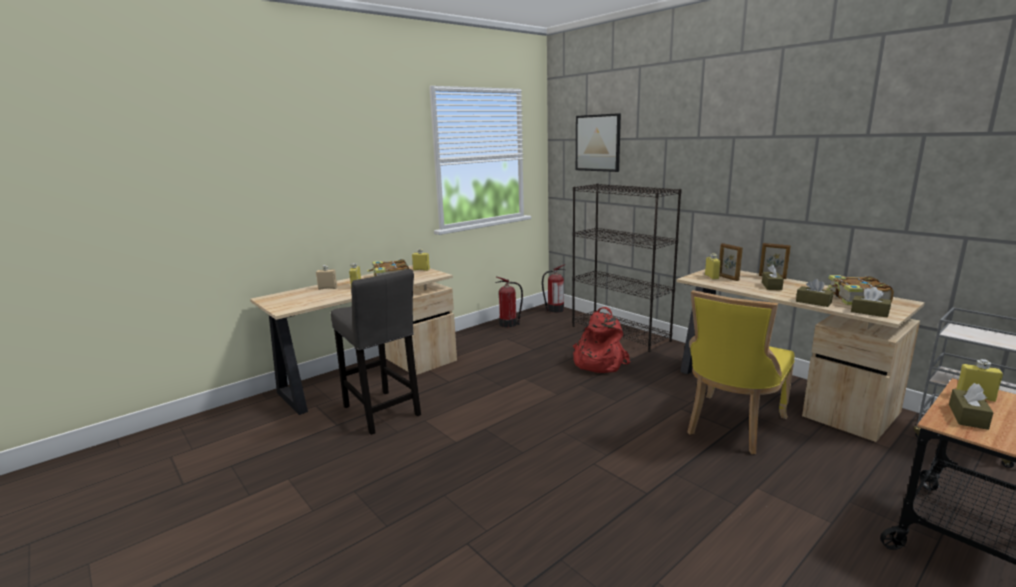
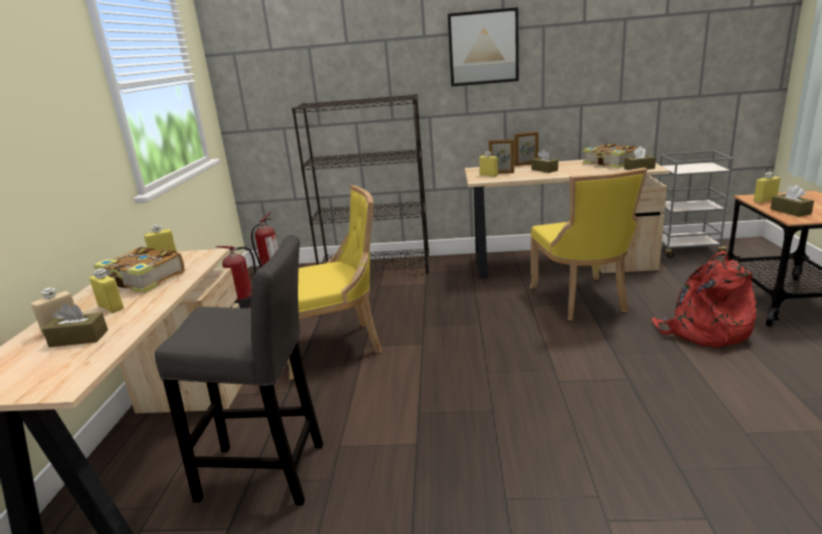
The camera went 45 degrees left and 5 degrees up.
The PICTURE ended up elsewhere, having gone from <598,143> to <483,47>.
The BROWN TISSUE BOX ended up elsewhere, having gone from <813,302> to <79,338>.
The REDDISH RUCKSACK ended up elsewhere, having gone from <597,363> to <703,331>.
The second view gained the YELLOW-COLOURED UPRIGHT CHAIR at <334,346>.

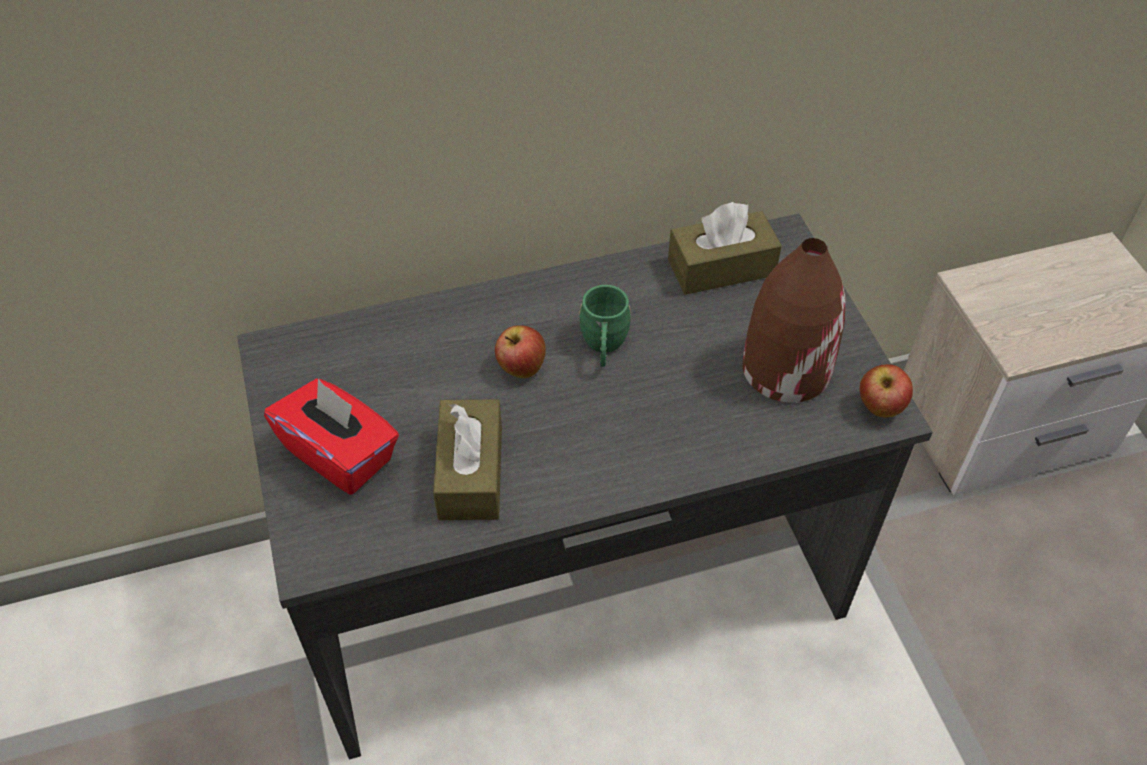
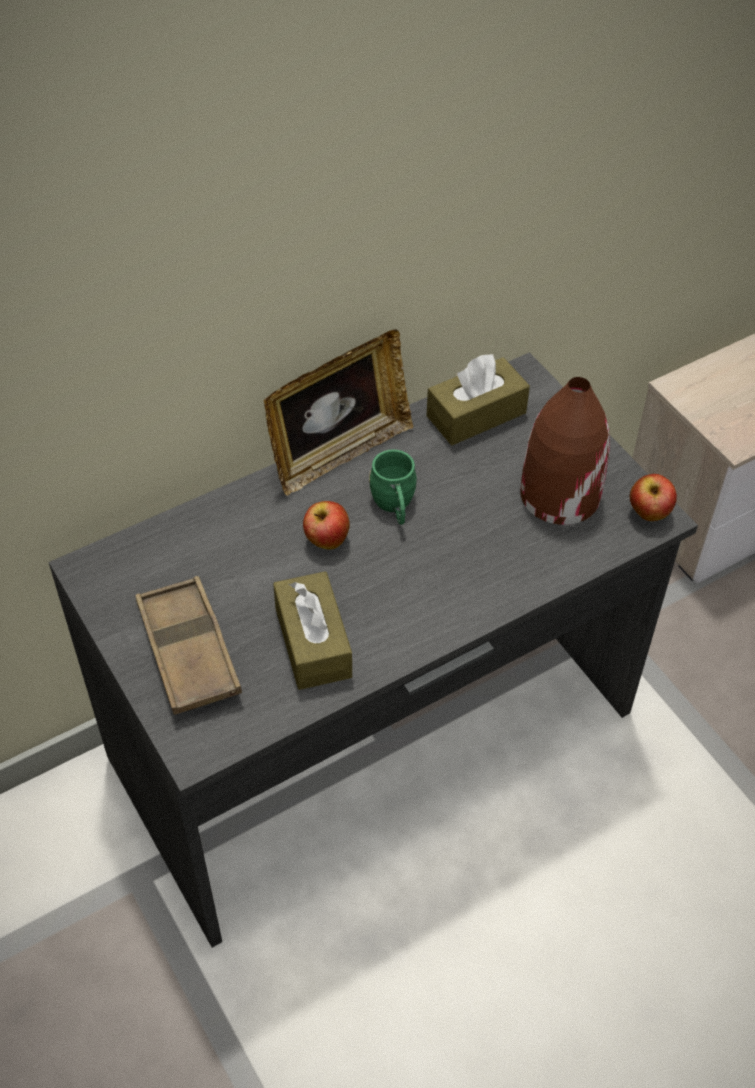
The camera went 15 degrees left and 0 degrees up.
Where the REDDISH TISSUE BOX stood at <340,454>, the BROWN TRAY came to stand at <188,651>.
The second view gained the STANDING FRAME at <339,452>.

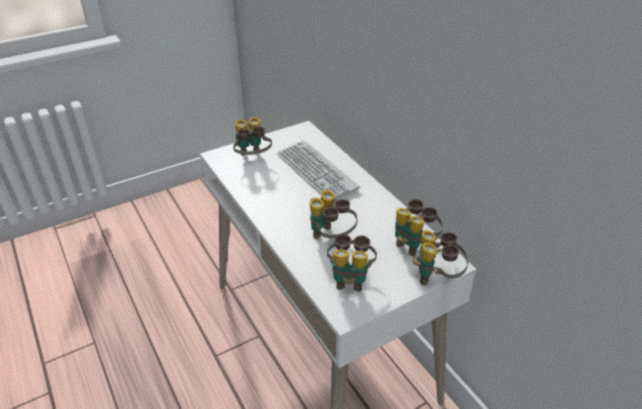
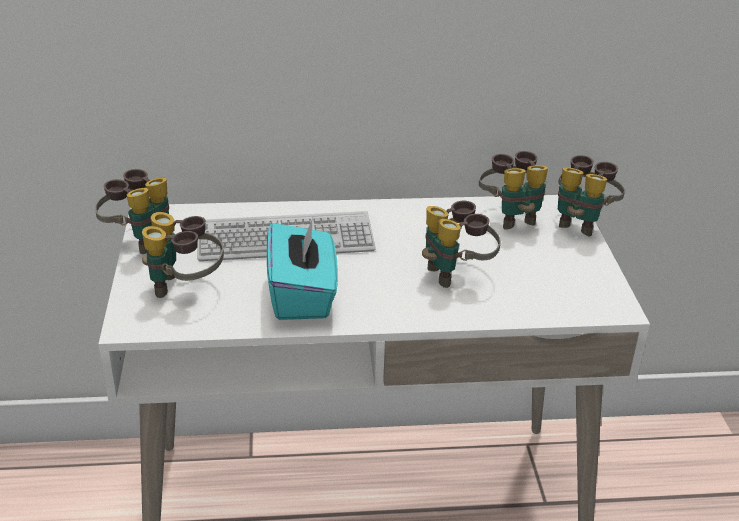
The camera went 65 degrees left and 5 degrees down.
The PAIR OF BINOCULARS ended up elsewhere, having gone from <350,279> to <140,239>.
The second view gained the TURQUOISE-COLOURED TISSUE BOX at <302,295>.

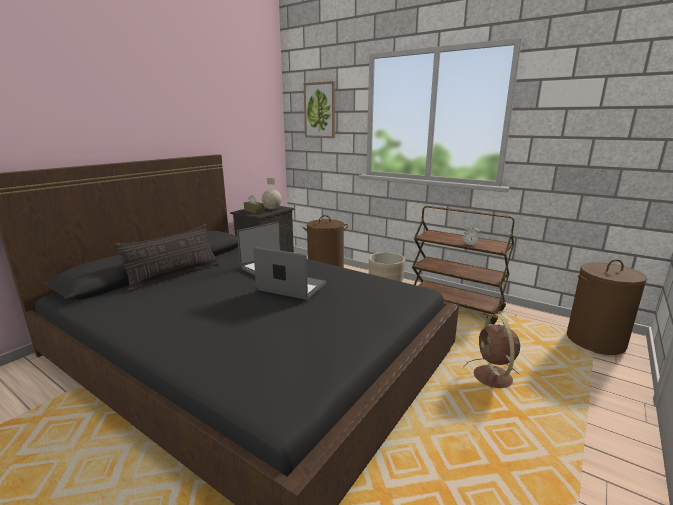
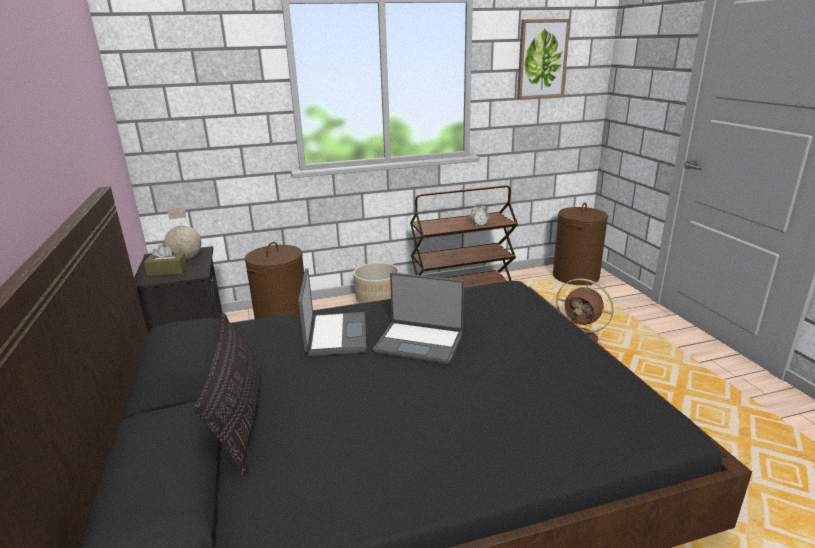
The camera went 50 degrees left and 5 degrees up.
The PICTURE ended up elsewhere, having gone from <320,110> to <542,59>.
The PORTABLE COMPUTER at <291,288> ended up facing another way, 135 degrees counterclockwise from before.

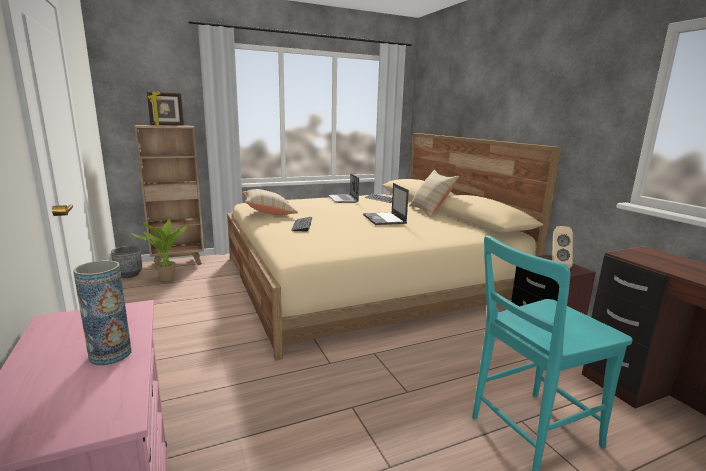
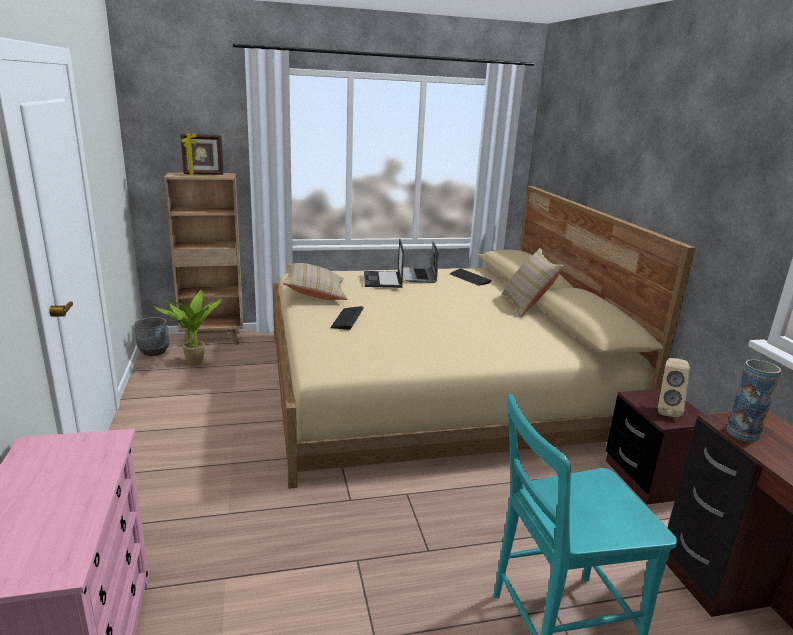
The camera went 10 degrees right and 5 degrees up.
The PORTABLE COMPUTER ended up elsewhere, having gone from <384,219> to <382,280>.
The VASE ended up elsewhere, having gone from <110,354> to <742,433>.

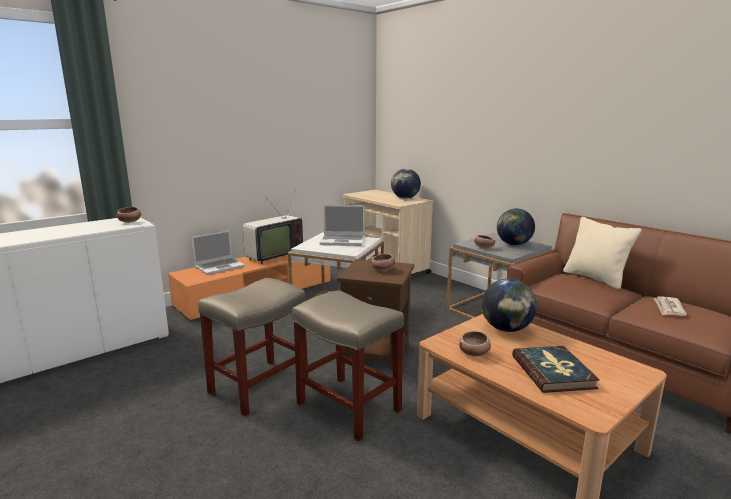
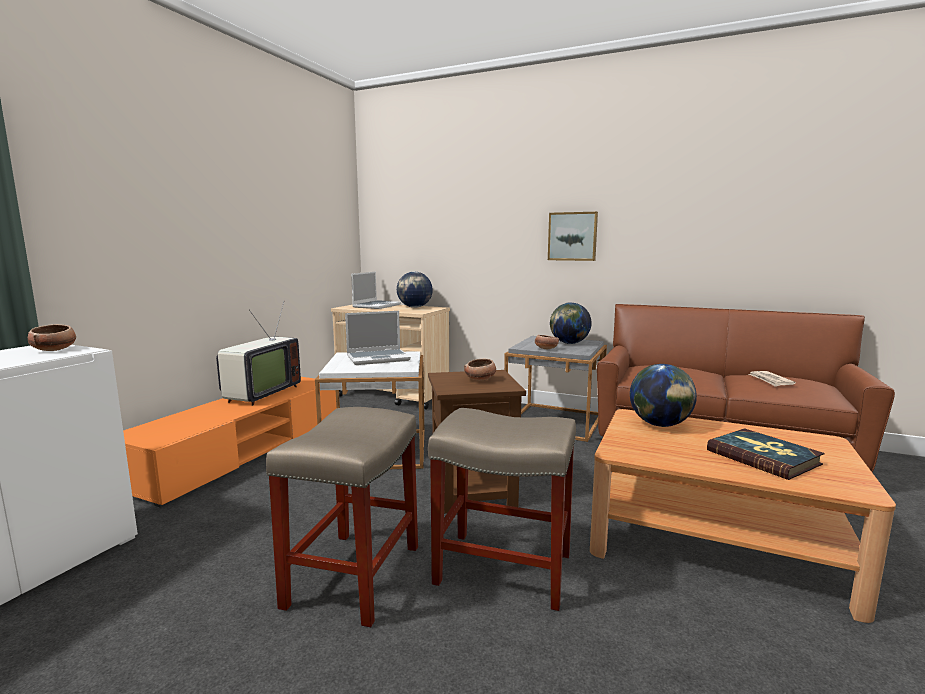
The camera went 25 degrees left and 5 degrees down.
The second view lost the SAND-COLOURED THROW PILLOW at <595,278>.
The PORTABLE COMPUTER ended up elsewhere, having gone from <220,267> to <376,306>.
The second view lost the BOWL at <474,353>.
The second view gained the PICTURE at <572,236>.

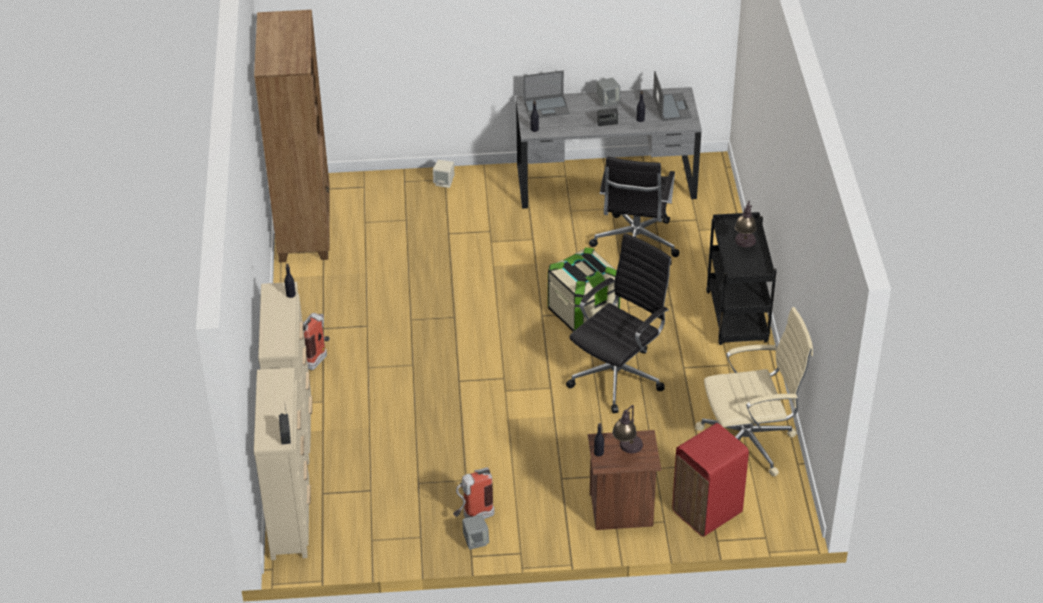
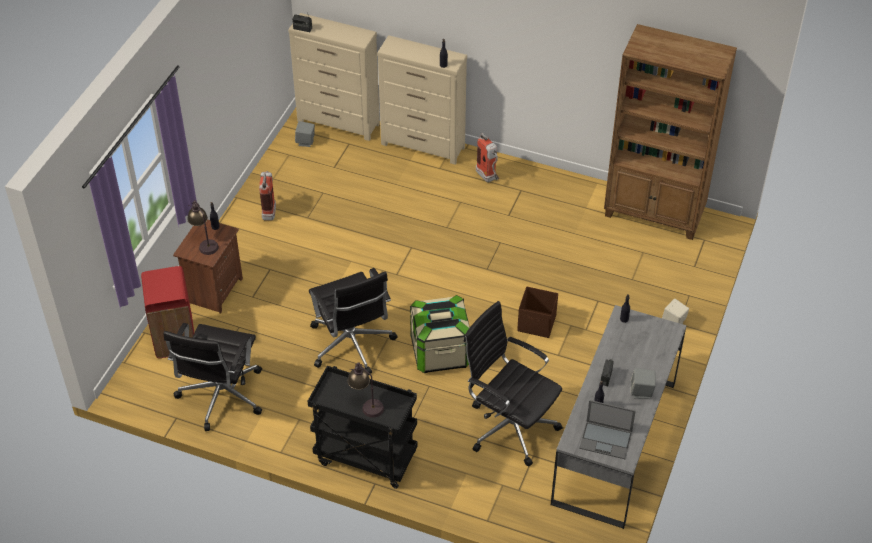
The camera went 115 degrees right and 5 degrees up.
The second view lost the PORTABLE COMPUTER at <547,107>.
What was the SAND-COLOURED DESK CHAIR at <749,442> turned into the BLACKISH DESK CHAIR at <220,397>.
The GREY SPEAKER ended up elsewhere, having gone from <476,541> to <305,142>.
The second view gained the BROWN STORAGE CONTAINER at <537,324>.

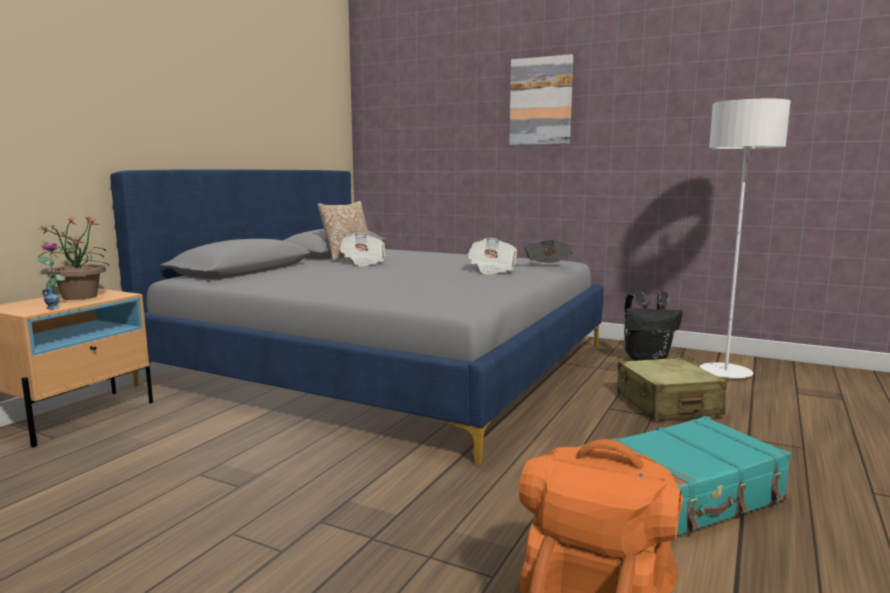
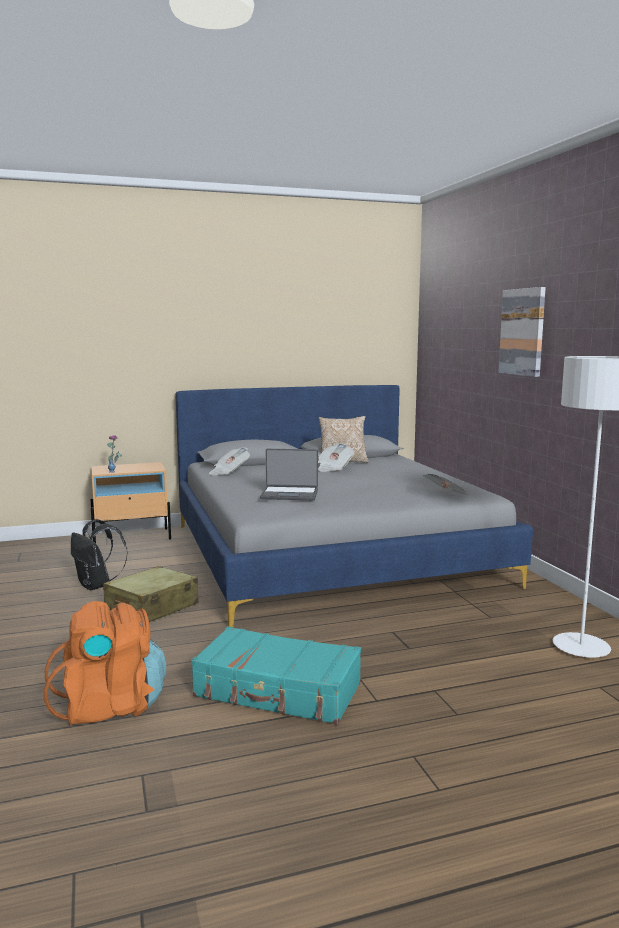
The camera went 45 degrees right and 0 degrees up.
The second view lost the PLANT IN A POT at <79,296>.
The PRINTED PAPER ended up elsewhere, having gone from <491,270> to <229,472>.
The BLACKISH RUCKSACK ended up elsewhere, having gone from <647,359> to <97,585>.
The SAND-COLOURED PIECE OF LUGGAGE ended up elsewhere, having gone from <667,404> to <151,608>.
The second view gained the PORTABLE COMPUTER at <289,494>.

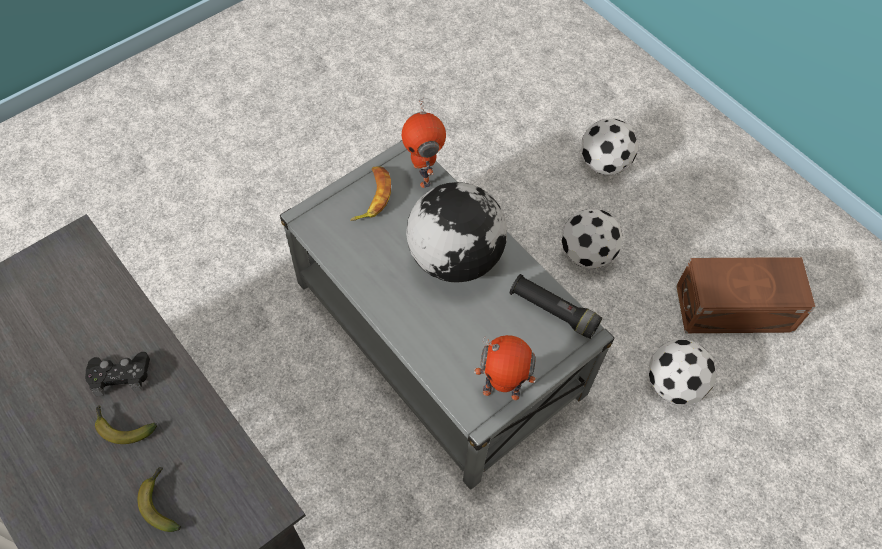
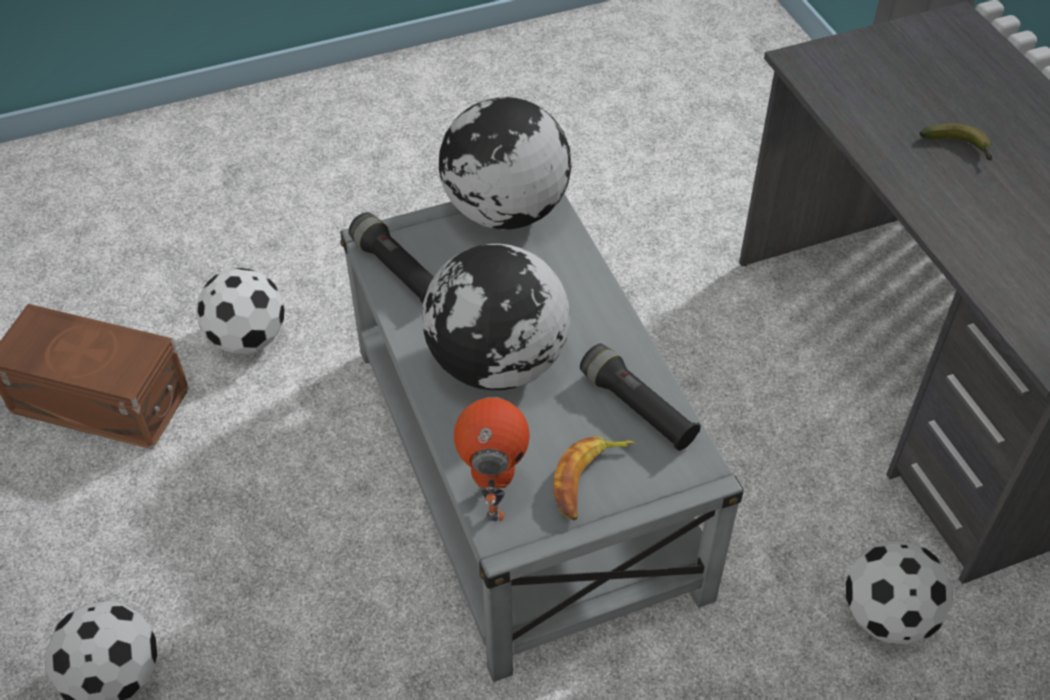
The camera went 160 degrees left and 10 degrees down.
The FOOTBALL ended up elsewhere, having gone from <587,254> to <886,615>.
Where the ROBOT FIGURE stood at <501,390>, the DESK GLOBE came to stand at <504,211>.
The second view lost the BLACKISH GAME CONTROLLER at <120,375>.
The second view lost the WHOLE BANANA at <160,502>.
The second view gained the BLACKISH HAND TORCH at <637,408>.

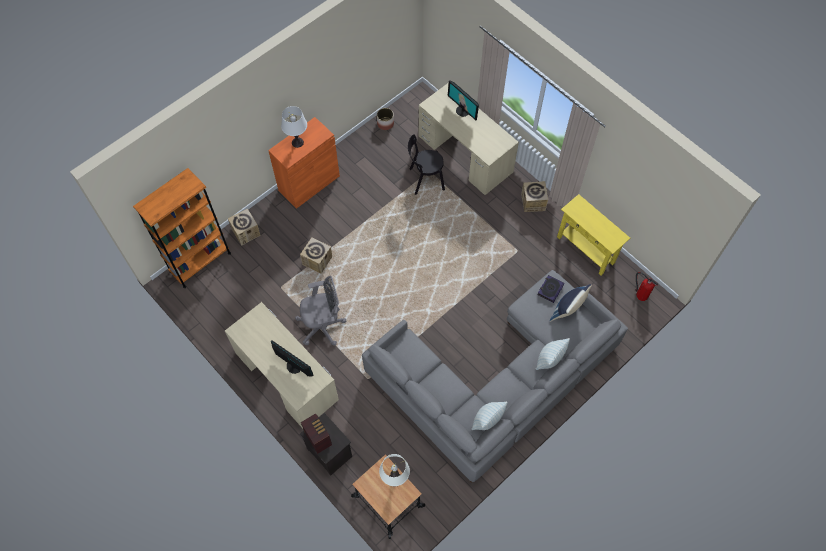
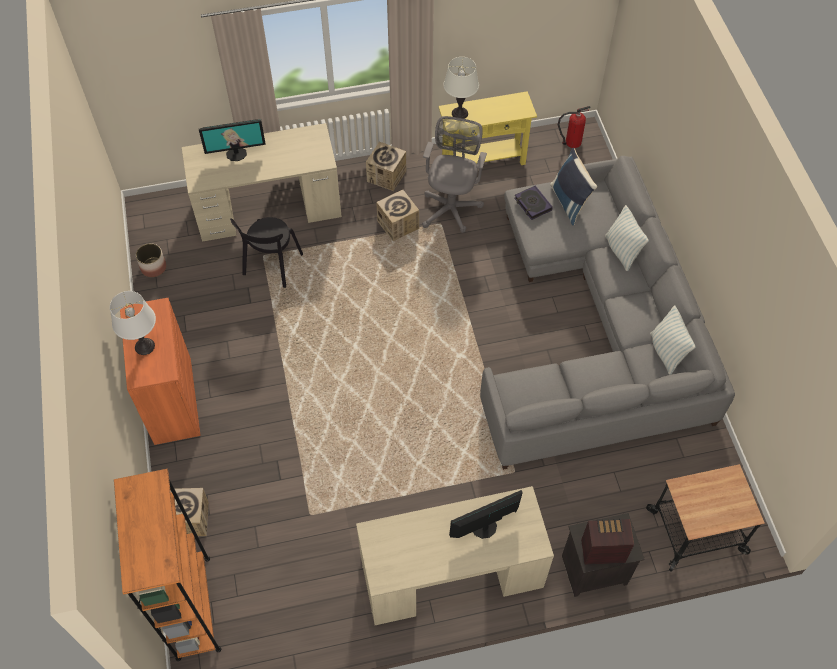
The camera went 60 degrees left and 5 degrees down.
The CARTON ended up elsewhere, having gone from <317,260> to <398,225>.
The GREY DESK CHAIR ended up elsewhere, having gone from <323,326> to <451,207>.
The WHITE LAMP FOR A TABLE ended up elsewhere, having gone from <395,479> to <459,113>.

